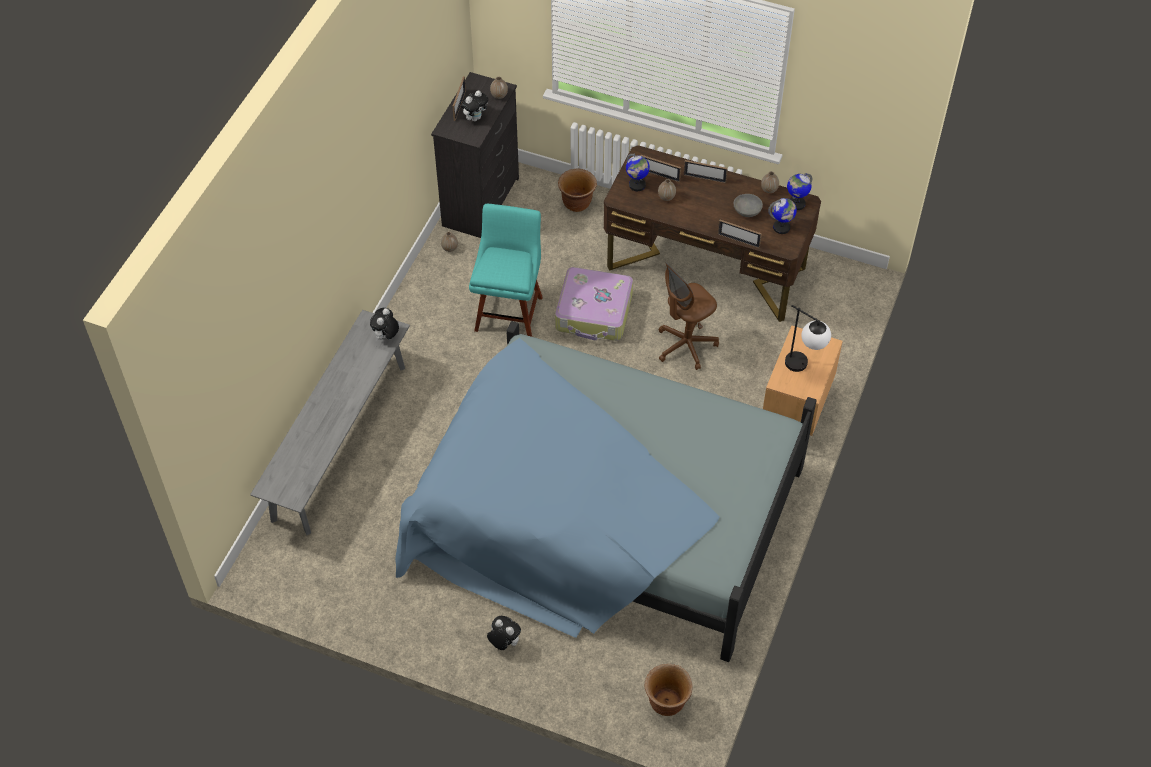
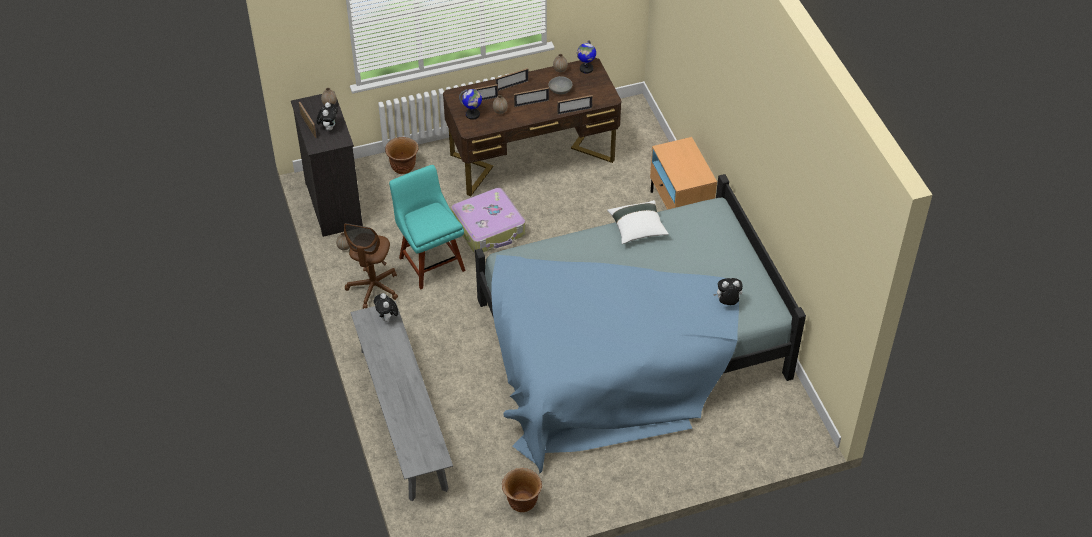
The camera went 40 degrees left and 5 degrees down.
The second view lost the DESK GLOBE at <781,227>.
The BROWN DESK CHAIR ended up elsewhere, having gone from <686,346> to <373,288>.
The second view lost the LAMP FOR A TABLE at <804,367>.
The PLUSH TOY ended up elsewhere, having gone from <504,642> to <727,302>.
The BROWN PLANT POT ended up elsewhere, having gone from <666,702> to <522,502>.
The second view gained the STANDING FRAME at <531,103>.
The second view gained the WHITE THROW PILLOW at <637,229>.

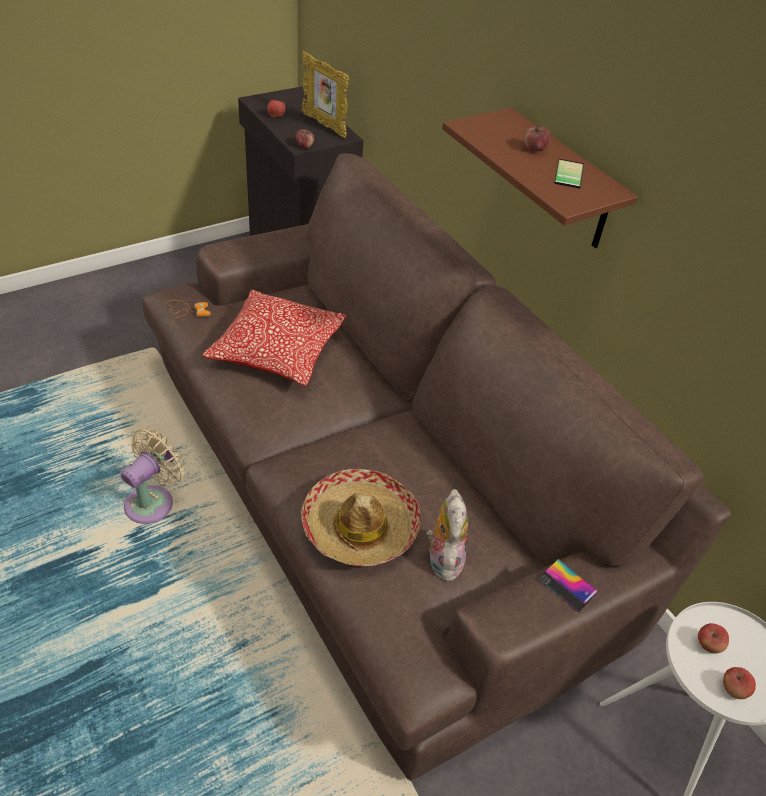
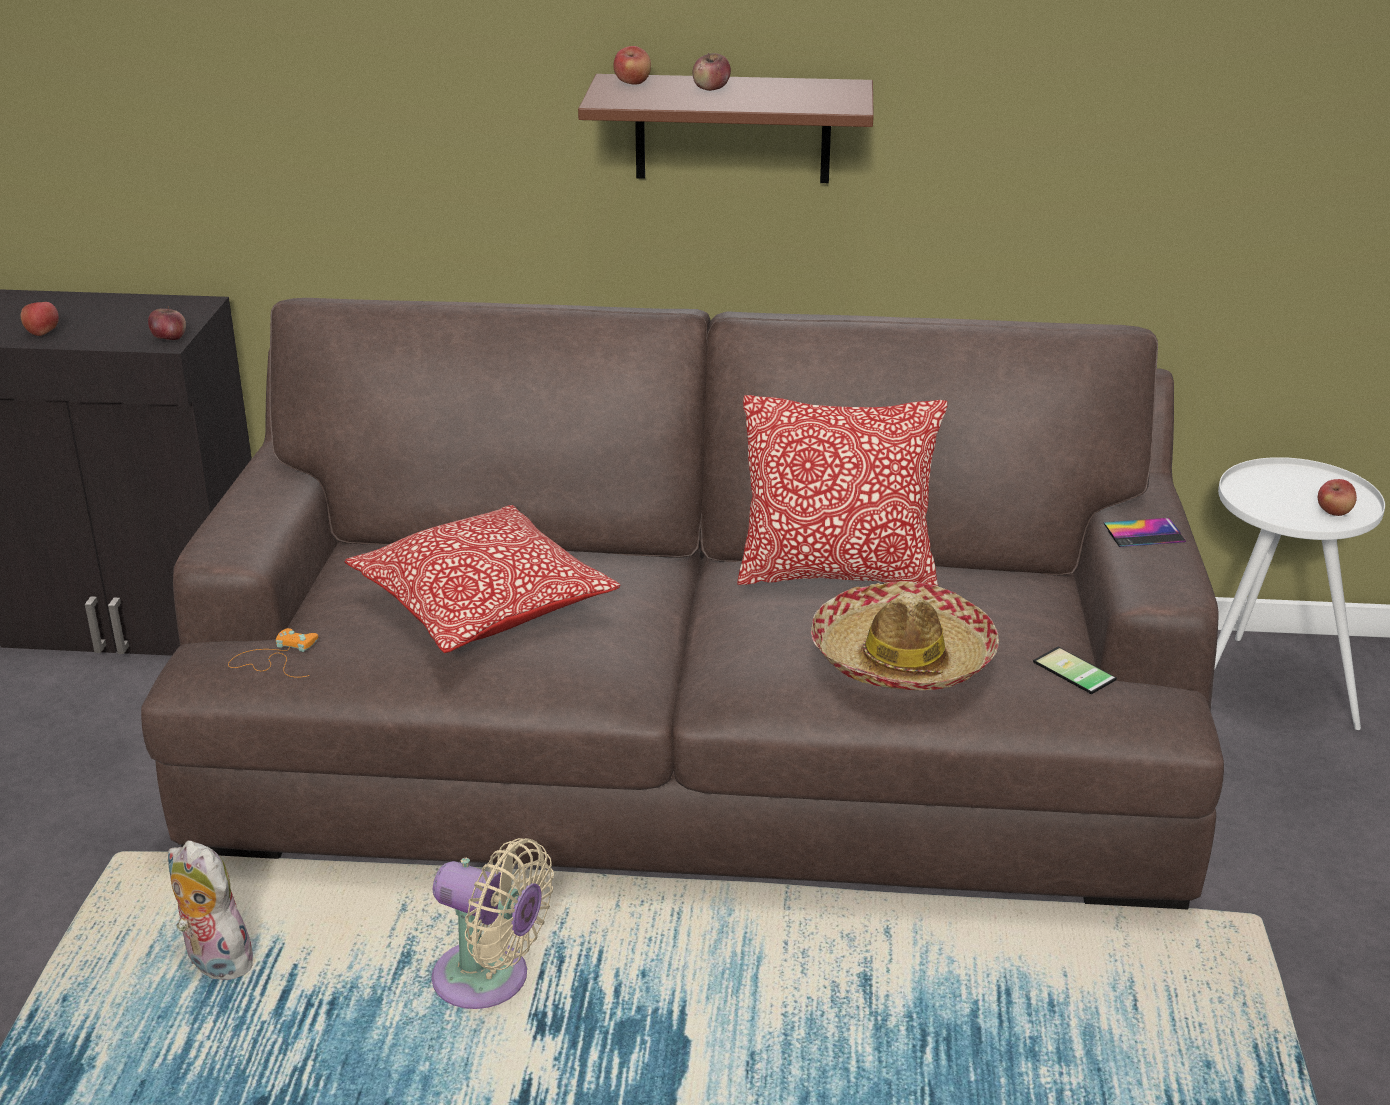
The camera went 50 degrees left and 15 degrees down.
The second view lost the STANDING FRAME at <324,125>.
The HANDSET ended up elsewhere, having gone from <566,173> to <1071,672>.
The SAND-COLOURED ELECTRIC FAN at <153,501> ended up facing another way, 135 degrees clockwise from before.
The PLUSH TOY ended up elsewhere, having gone from <442,558> to <213,962>.
The APPLE FRUIT ended up elsewhere, having gone from <708,645> to <632,83>.
The second view gained the THROW PILLOW at <837,574>.

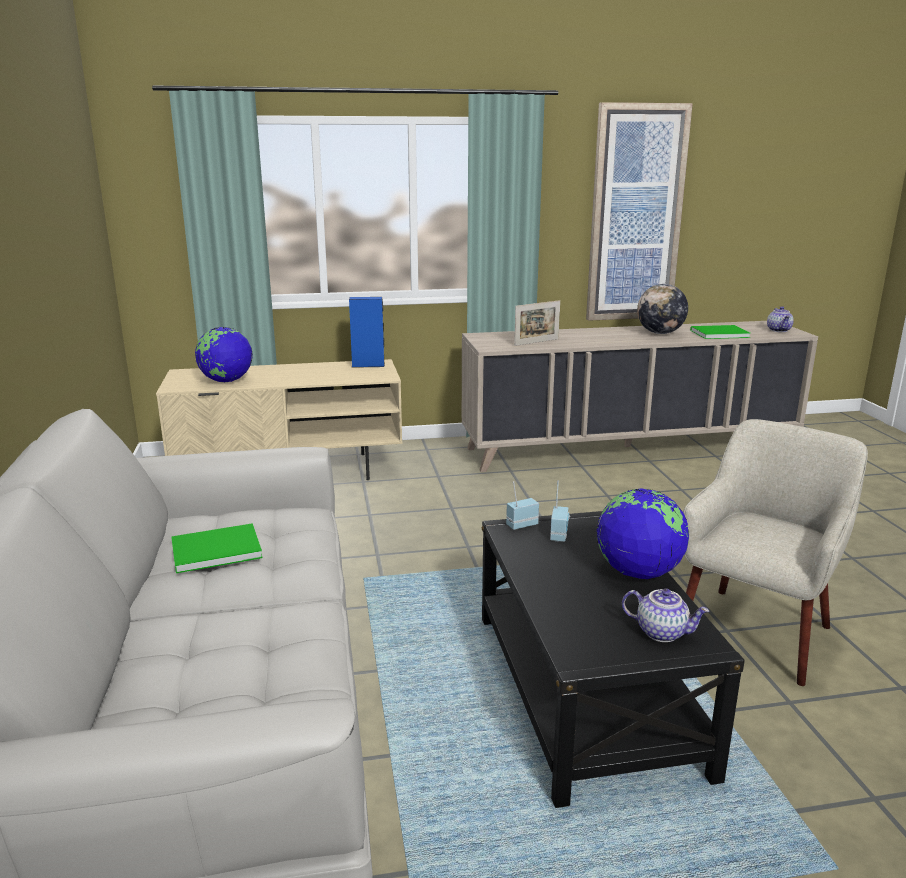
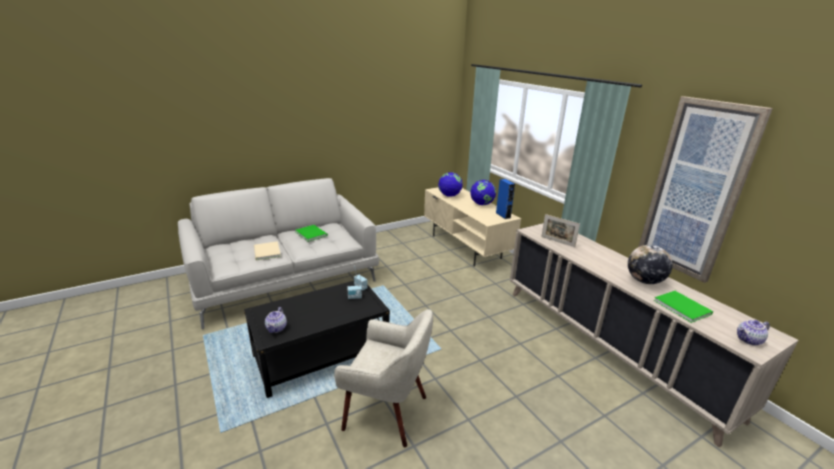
The camera went 70 degrees right and 5 degrees up.
The DESK GLOBE ended up elsewhere, having gone from <638,572> to <482,204>.
The second view gained the SAND-COLOURED BOOK at <266,252>.

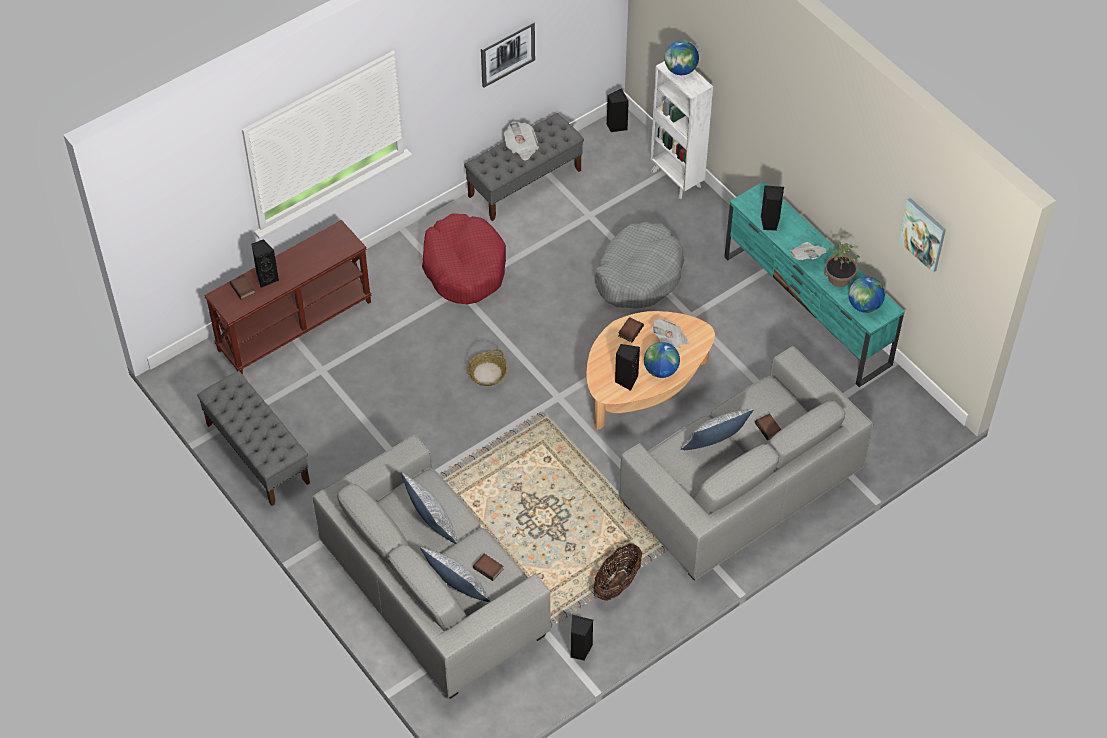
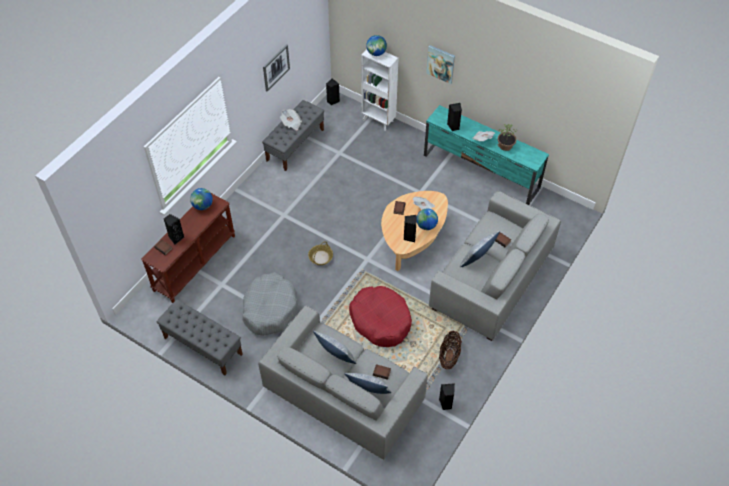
The camera went 20 degrees left and 0 degrees up.
The PICTURE ended up elsewhere, having gone from <923,234> to <441,64>.
The REDDISH DOG CUSHION ended up elsewhere, having gone from <464,267> to <380,320>.
The GREY DOG CUSHION ended up elsewhere, having gone from <638,274> to <269,308>.
The DESK GLOBE ended up elsewhere, having gone from <864,305> to <203,206>.

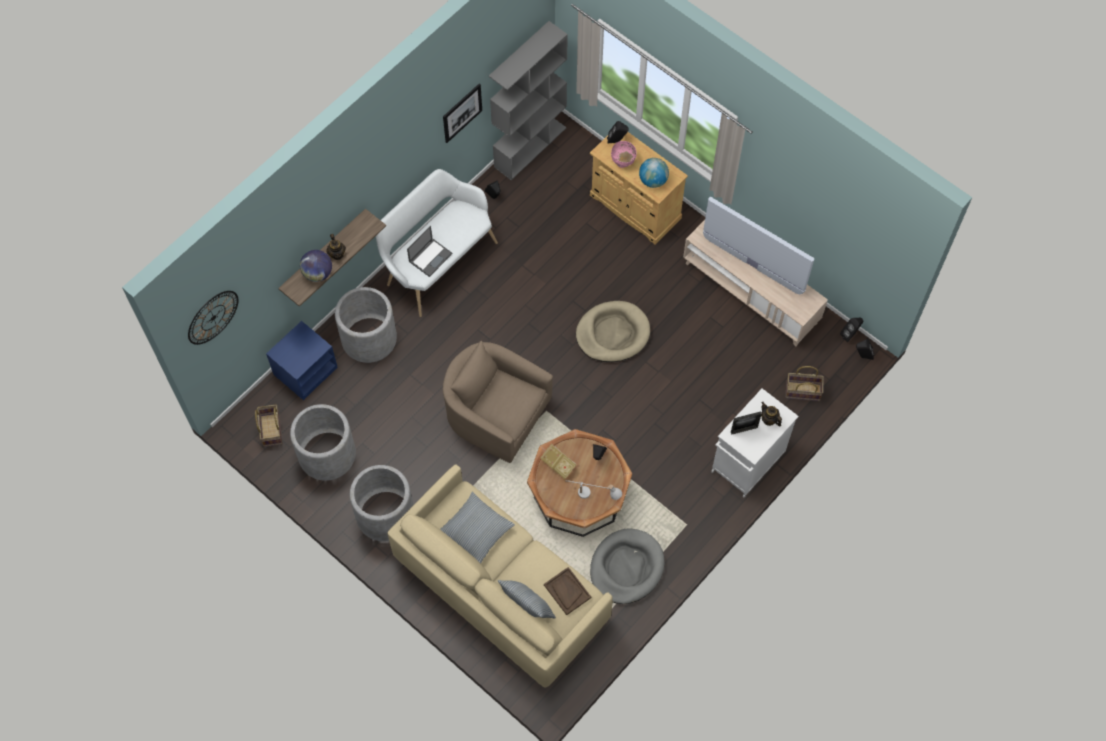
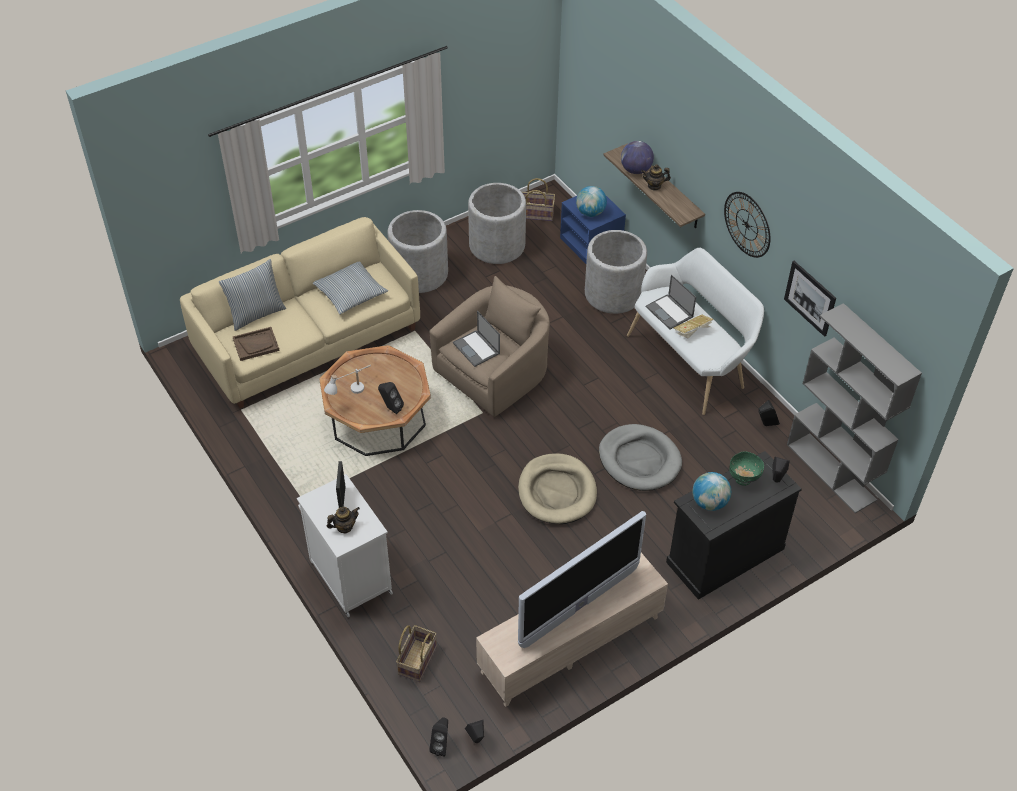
The camera went 105 degrees right and 15 degrees down.
What was the SAND-COLOURED CUPBOARD at <635,207> turned into the BLACKISH CUPBOARD at <725,555>.
What was the PINKISH BOWL at <623,162> turned into the GREEN-COLOURED BOWL at <743,479>.
The CLOCK ON THE WALL ended up elsewhere, having gone from <213,317> to <747,224>.
The BOOK ended up elsewhere, having gone from <559,464> to <692,332>.
The GREY DOG CUSHION ended up elsewhere, having gone from <626,567> to <639,460>.
The second view gained the DESK GLOBE at <590,213>.
The second view gained the PORTABLE COMPUTER at <476,348>.

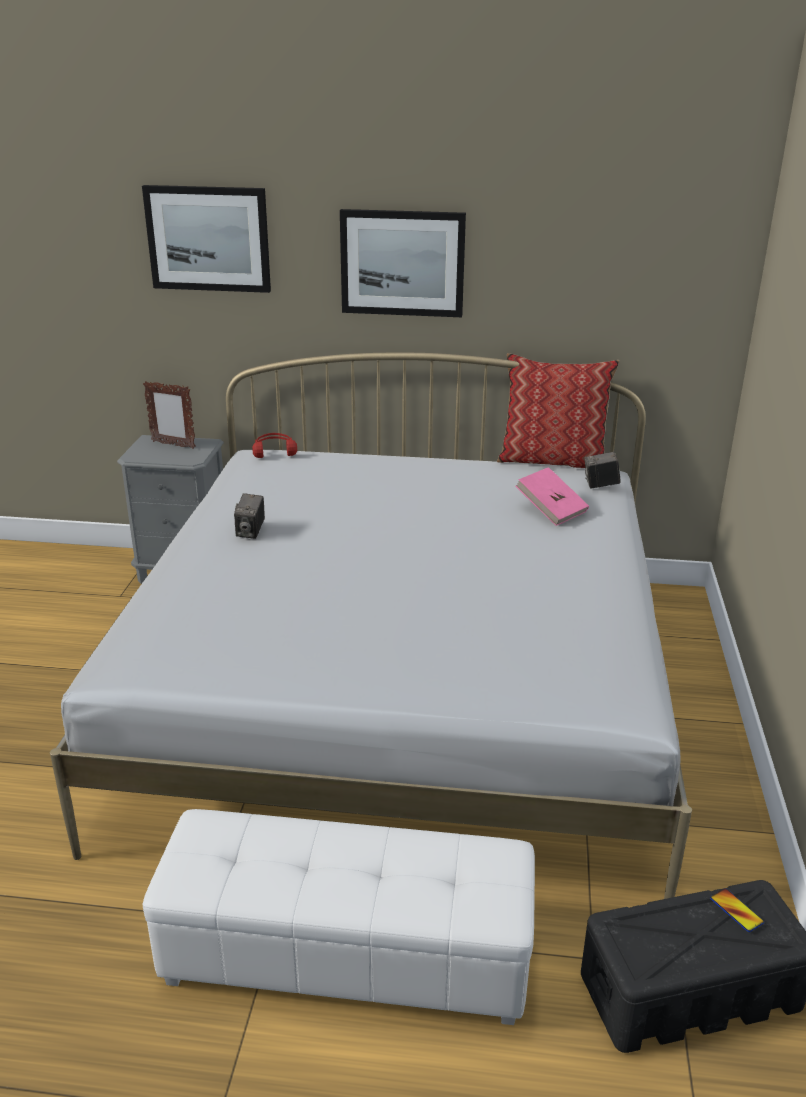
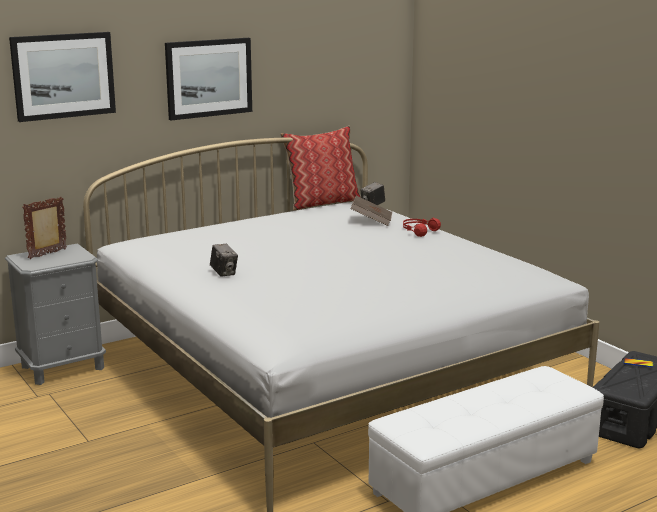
The camera went 40 degrees left and 10 degrees down.
The STANDING FRAME at <173,445> ended up facing another way, 150 degrees clockwise from before.
The REDDISH HEADPHONES ended up elsewhere, having gone from <274,451> to <418,231>.
What was the PINKISH BOOK at <551,510> turned into the BROWN BOOK at <371,221>.

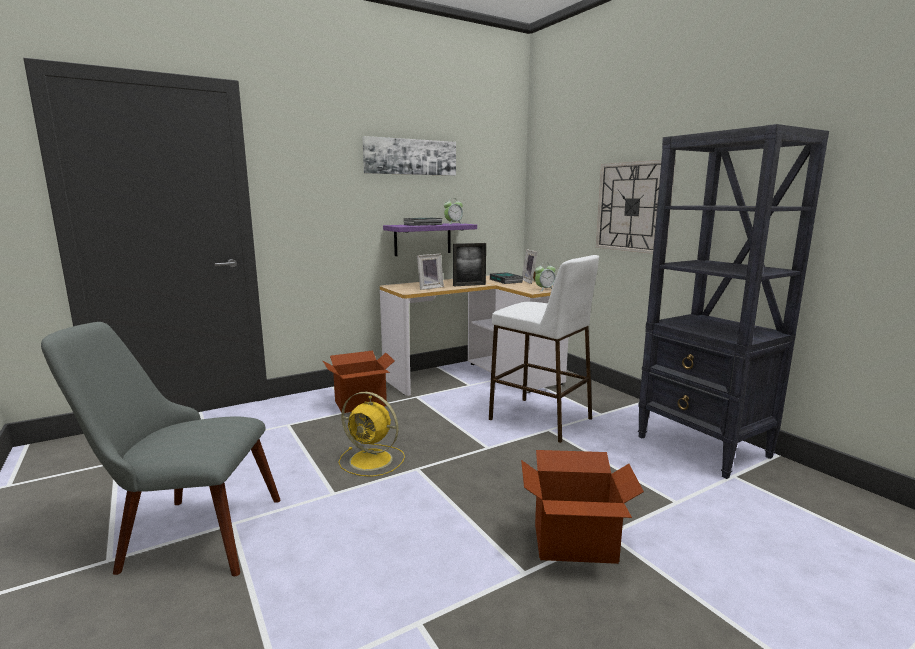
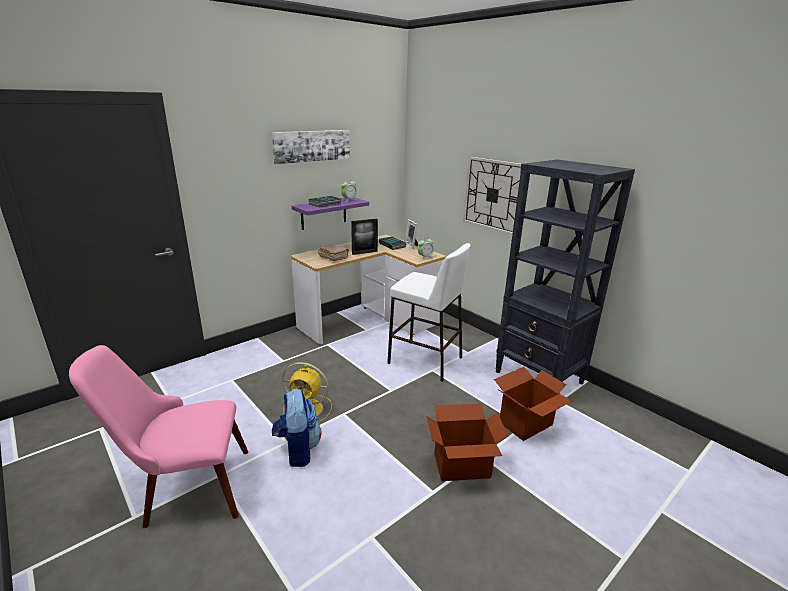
The camera went 10 degrees left and 10 degrees up.
Where the STANDING FRAME stood at <429,287>, the BROWN BOOK came to stand at <333,257>.
What was the GREY UPRIGHT CHAIR at <183,534> turned into the PINKISH UPRIGHT CHAIR at <184,489>.
The CARTON ended up elsewhere, having gone from <361,404> to <526,424>.
The second view gained the RUCKSACK at <297,450>.

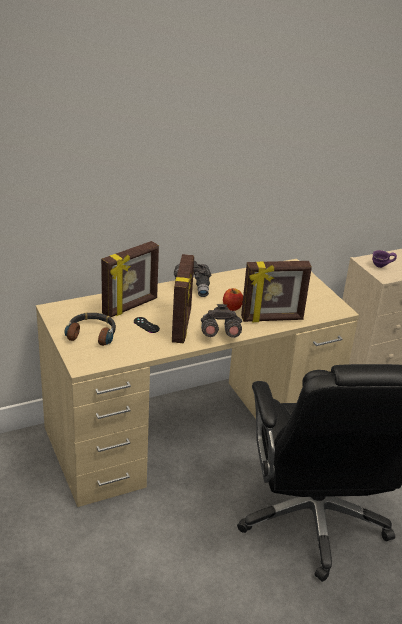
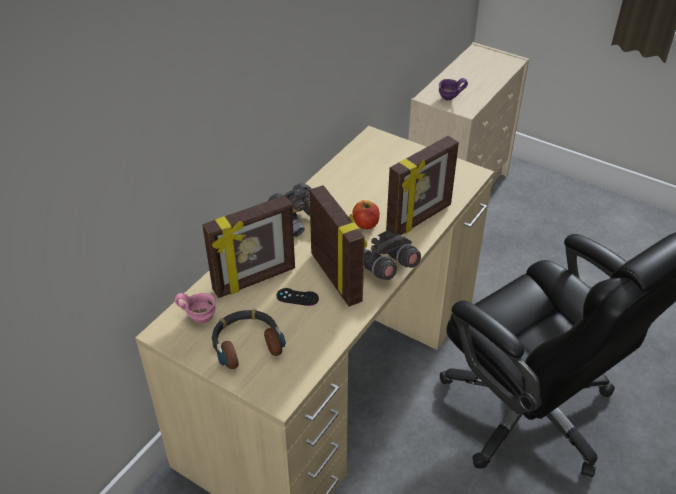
The camera went 30 degrees left and 10 degrees up.
The STANDING FRAME at <130,307> ended up facing another way, 45 degrees clockwise from before.
The second view gained the PINKISH COFFEE MUG at <200,316>.

